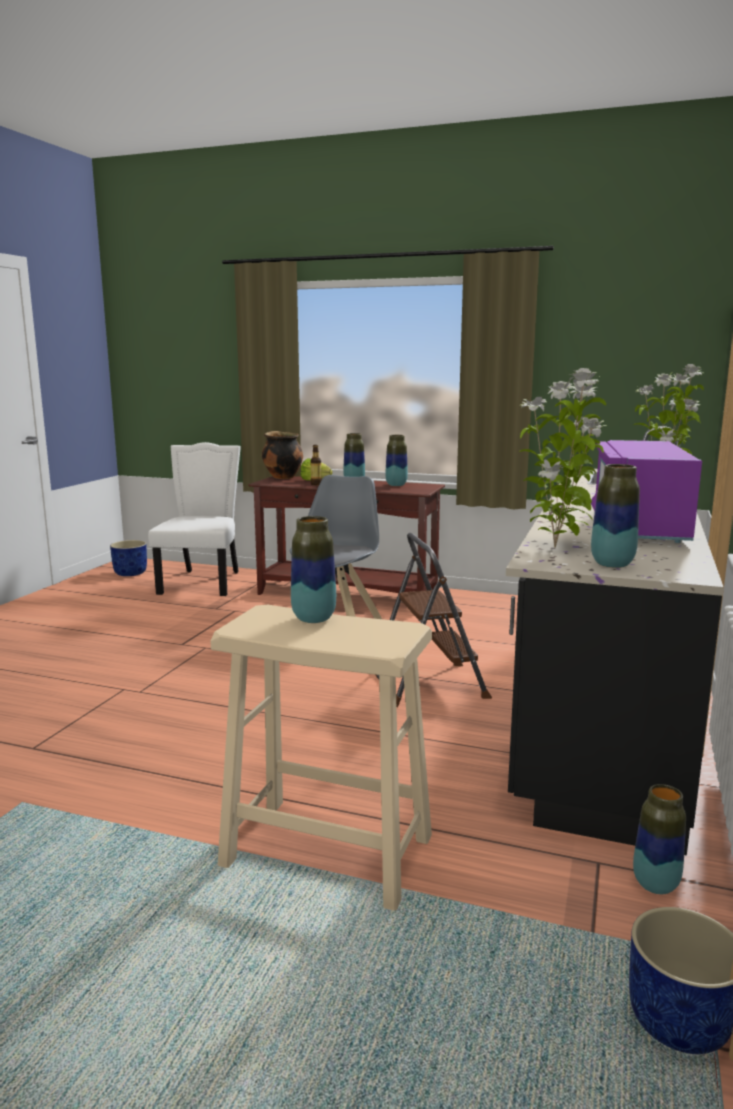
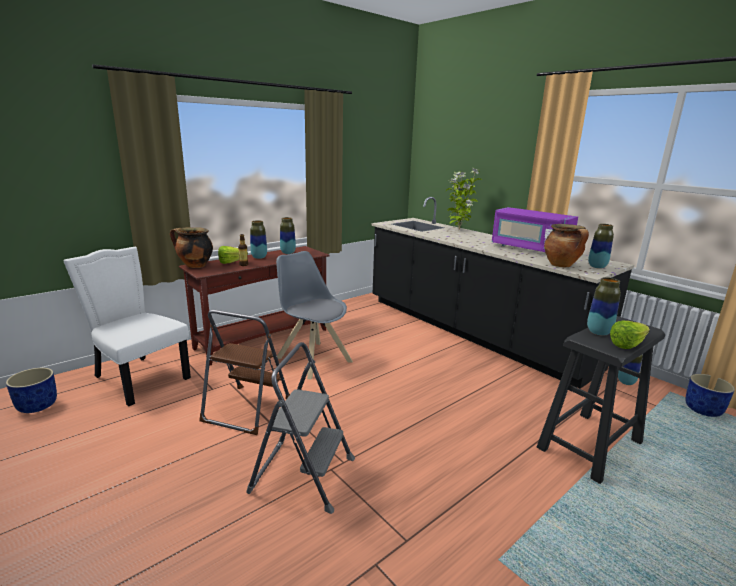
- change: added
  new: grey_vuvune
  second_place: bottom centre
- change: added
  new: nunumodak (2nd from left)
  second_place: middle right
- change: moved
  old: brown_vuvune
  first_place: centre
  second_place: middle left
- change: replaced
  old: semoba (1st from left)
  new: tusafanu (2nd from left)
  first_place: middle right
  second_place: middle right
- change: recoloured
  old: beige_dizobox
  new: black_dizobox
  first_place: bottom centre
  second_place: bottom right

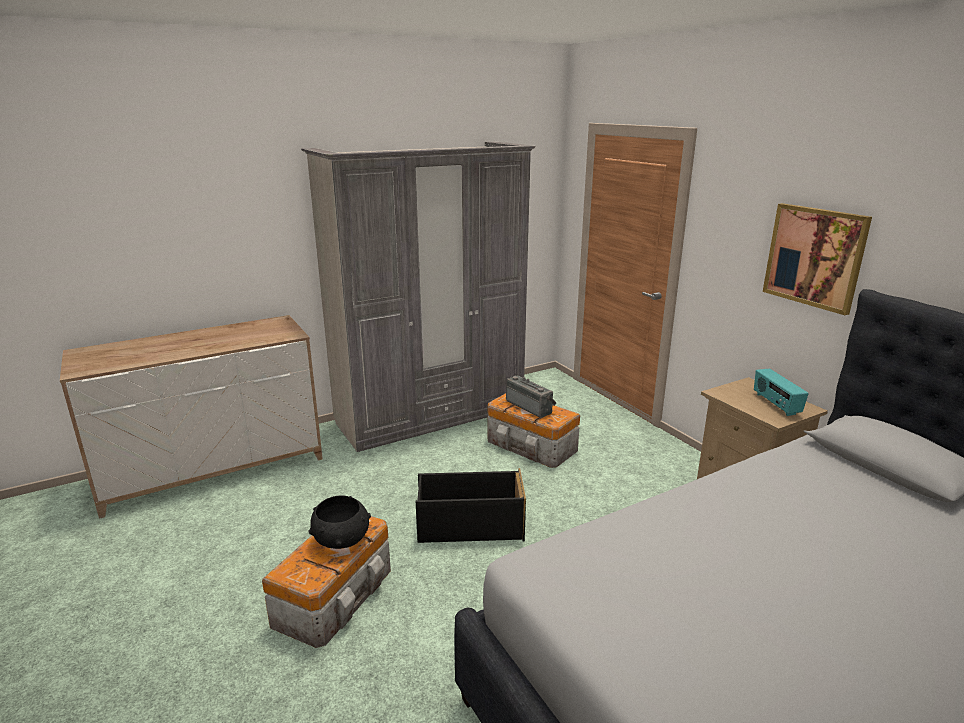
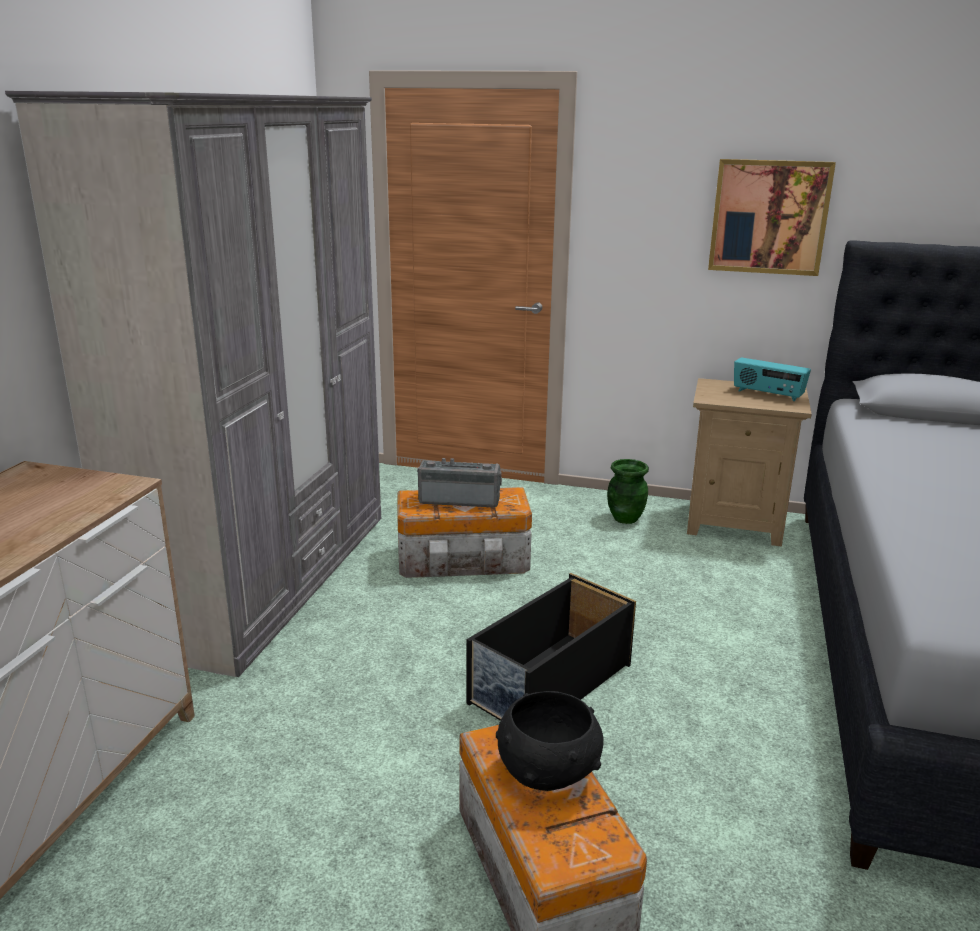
- change: added
  new: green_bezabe
  second_place: centre

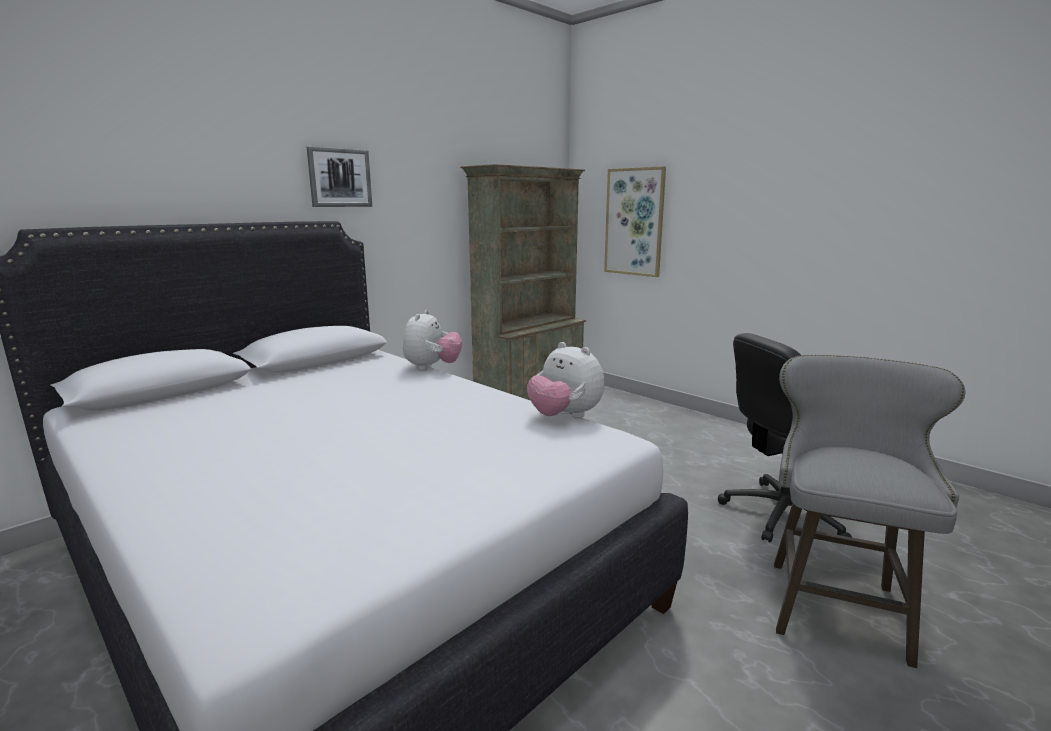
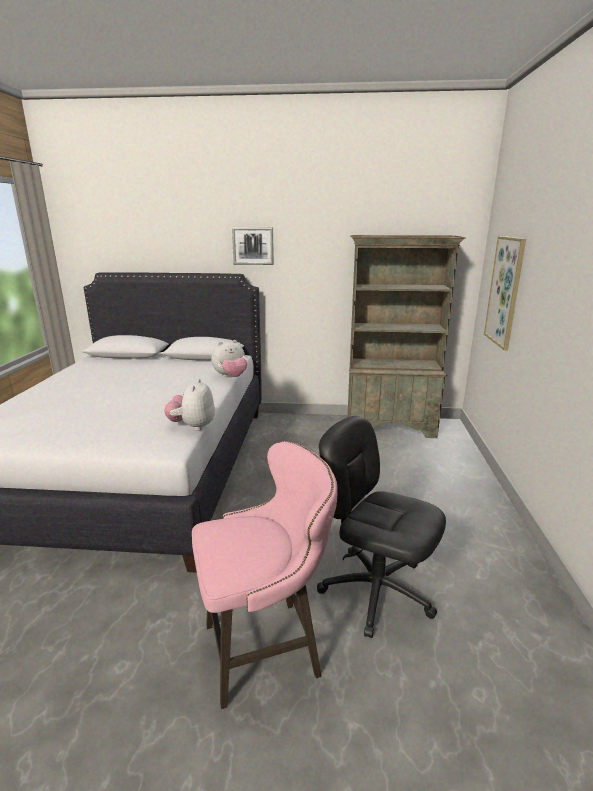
- change: recoloured
  old: grey_dizobox
  new: pink_dizobox
  first_place: bottom right
  second_place: bottom centre

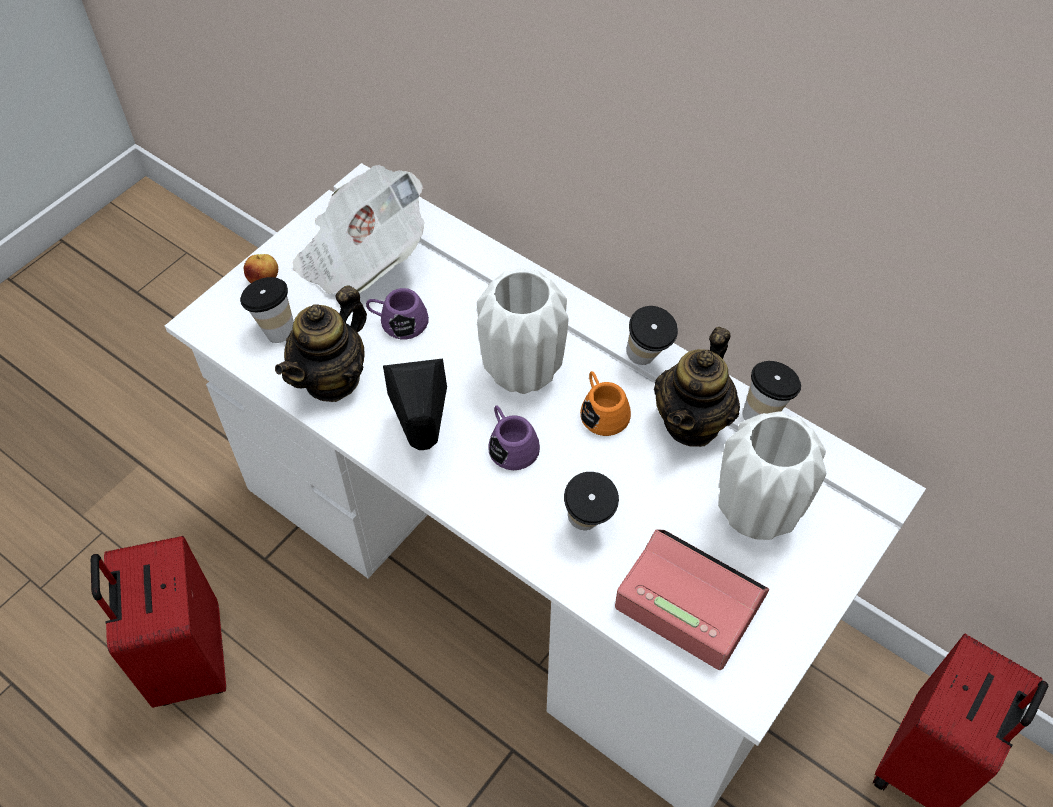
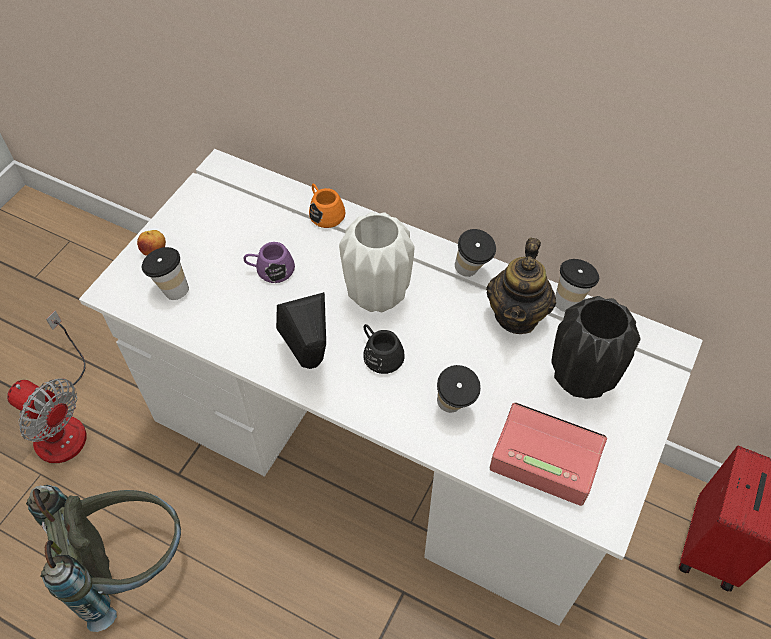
- change: removed
  old: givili (1st from left)
  first_place: middle left
- change: removed
  old: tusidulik
  first_place: top centre
- change: added
  new: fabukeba
  second_place: middle left
- change: moved
  old: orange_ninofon
  first_place: centre
  second_place: top centre
- change: replaced
  old: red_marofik (1st from left)
  new: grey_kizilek
  first_place: bottom left
  second_place: bottom left
- change: recoloured
  old: purple_ninofon (2nd from left)
  new: black_ninofon
  first_place: centre
  second_place: centre
- change: recoloured
  old: white_bezabe (2nd from left)
  new: black_bezabe
  first_place: middle right
  second_place: middle right

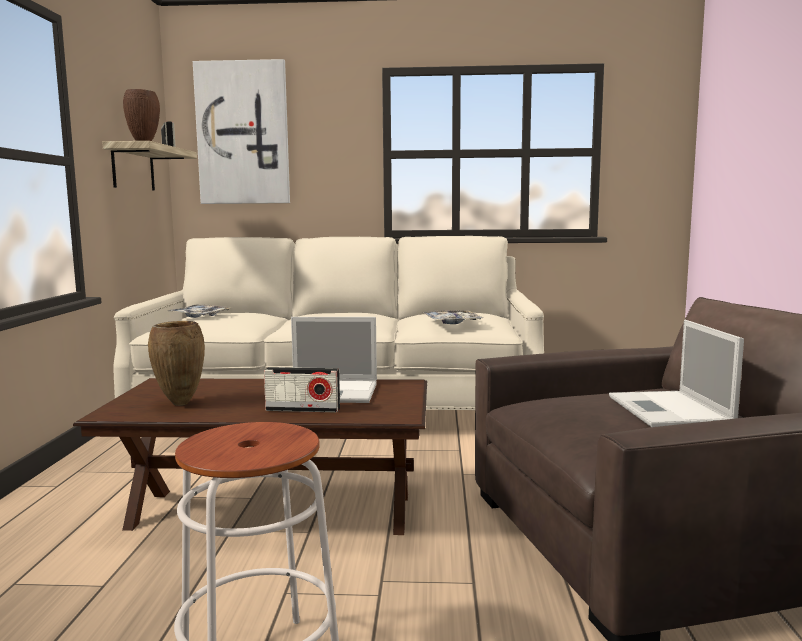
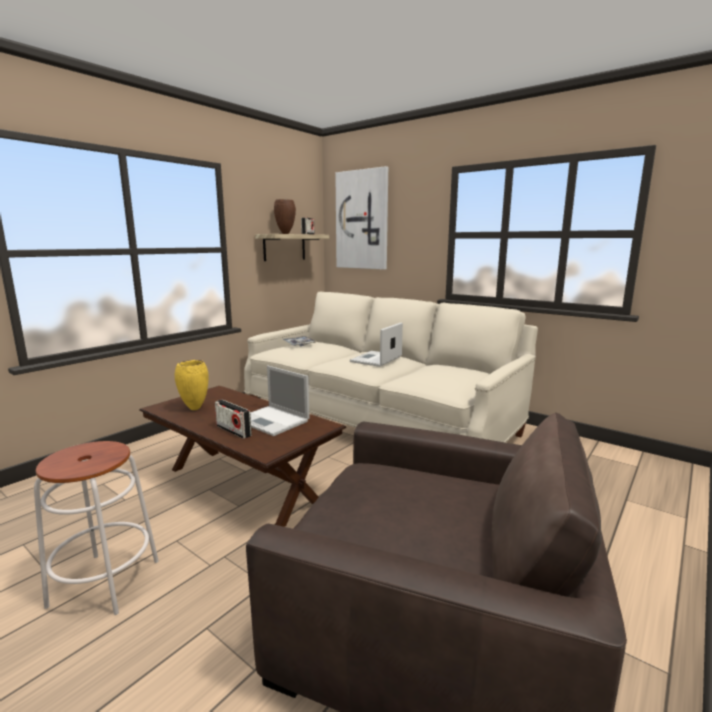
- change: removed
  old: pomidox (2nd from left)
  first_place: centre
- change: moved
  old: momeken (2nd from left)
  first_place: middle right
  second_place: centre
- change: recoloured
  old: brown_bezabe (2nd from left)
  new: yellow_bezabe
  first_place: middle left
  second_place: middle left

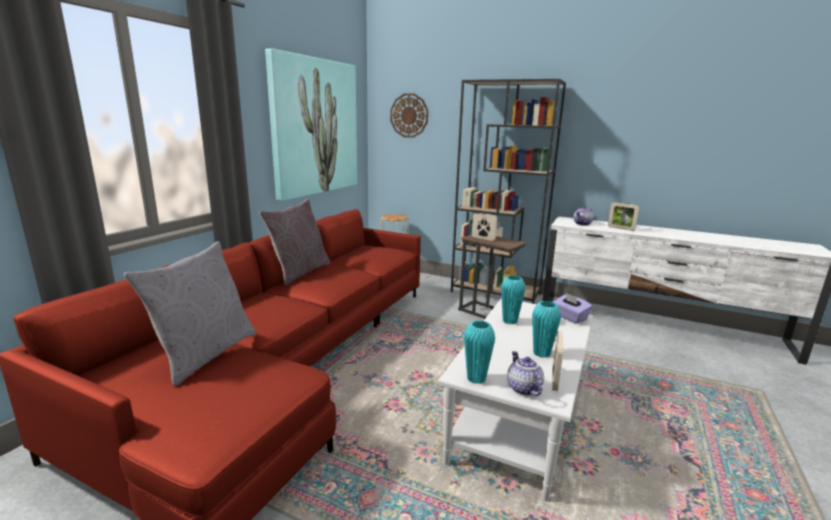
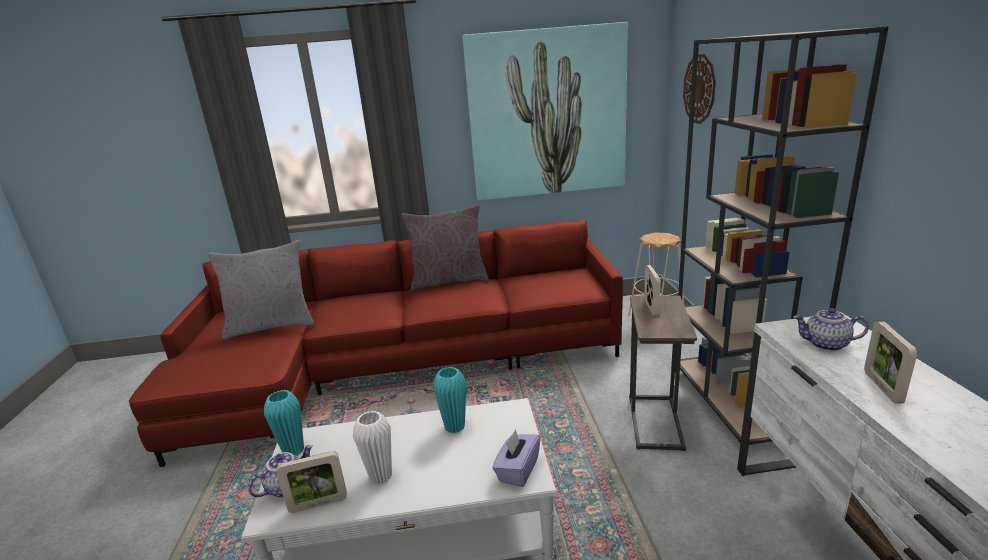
- change: recoloured
  old: turquoise_bezabe (3rd from left)
  new: white_bezabe
  first_place: centre
  second_place: bottom centre

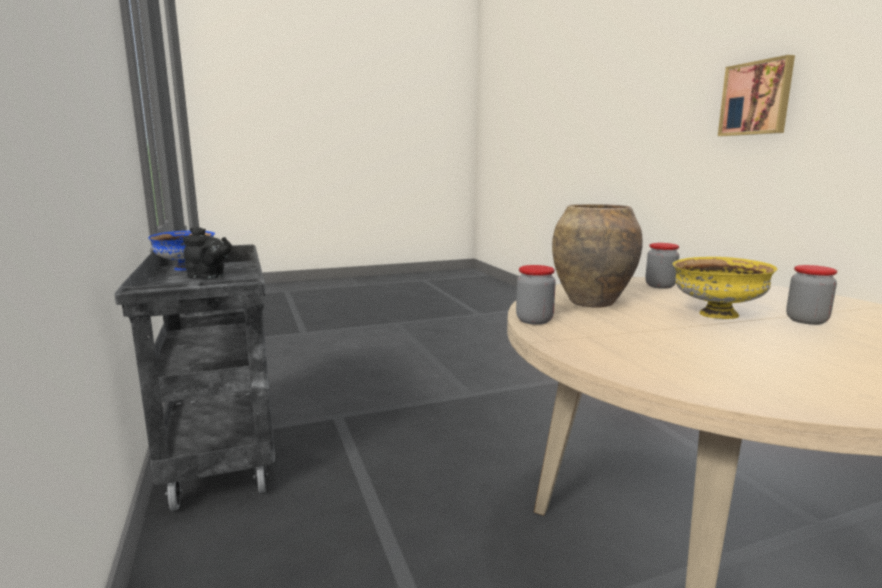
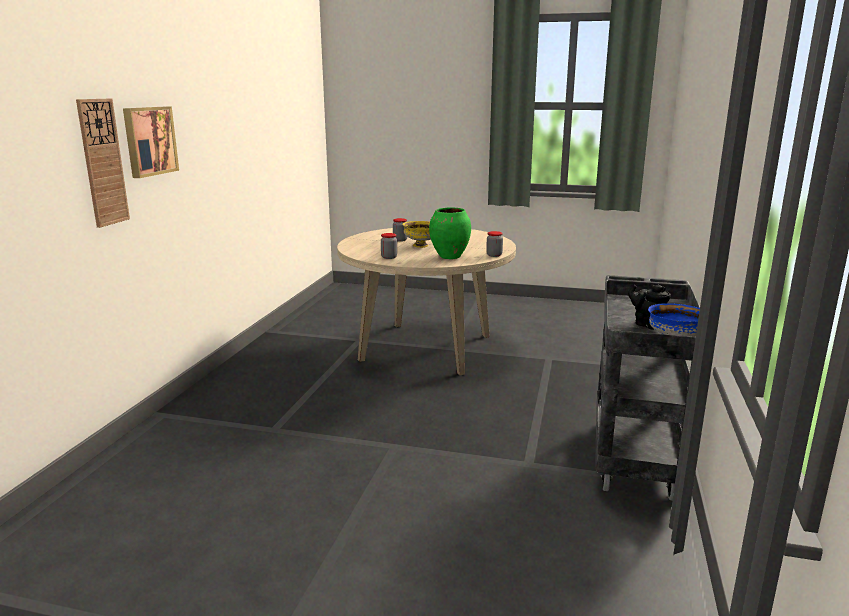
- change: added
  new: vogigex
  second_place: top left
- change: recoloured
  old: brown_bezabe
  new: green_bezabe
  first_place: middle right
  second_place: centre

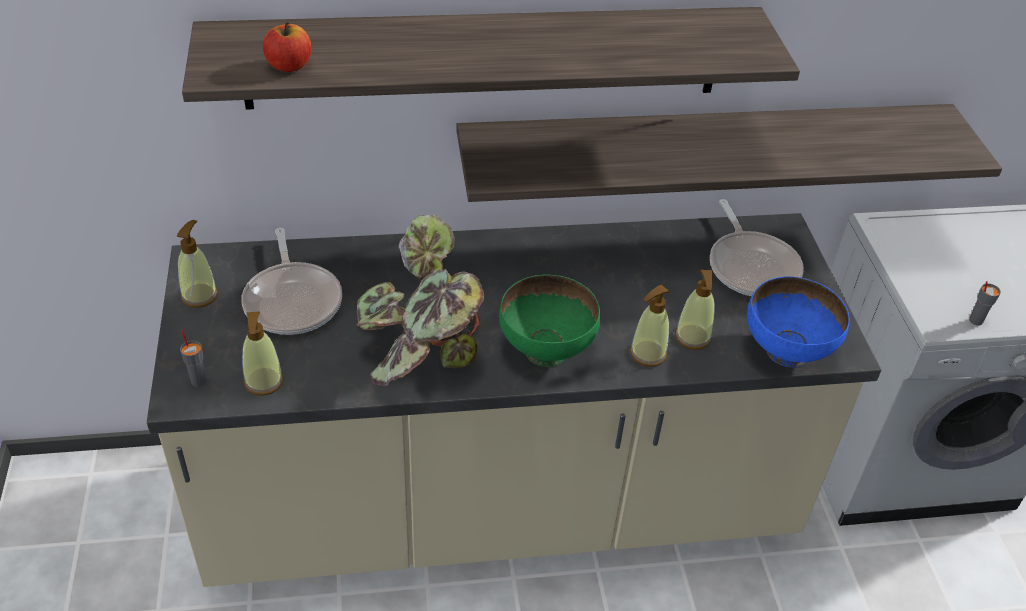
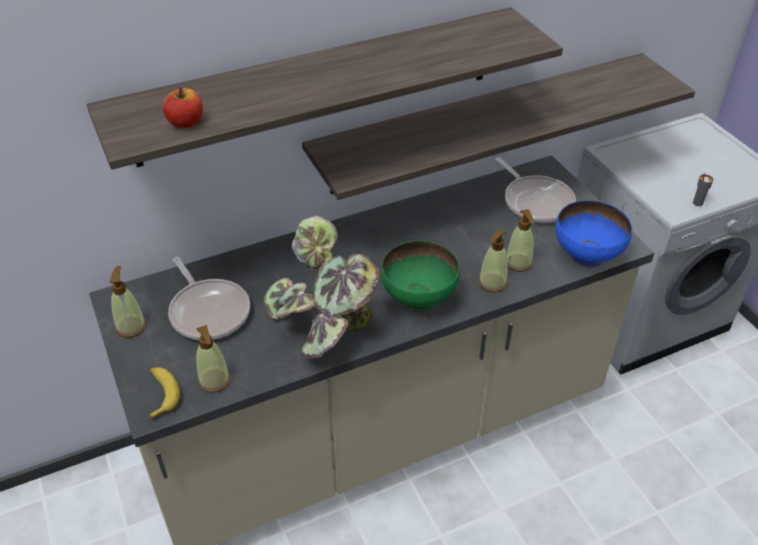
- change: replaced
  old: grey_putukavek (1st from left)
  new: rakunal
  first_place: middle left
  second_place: bottom left

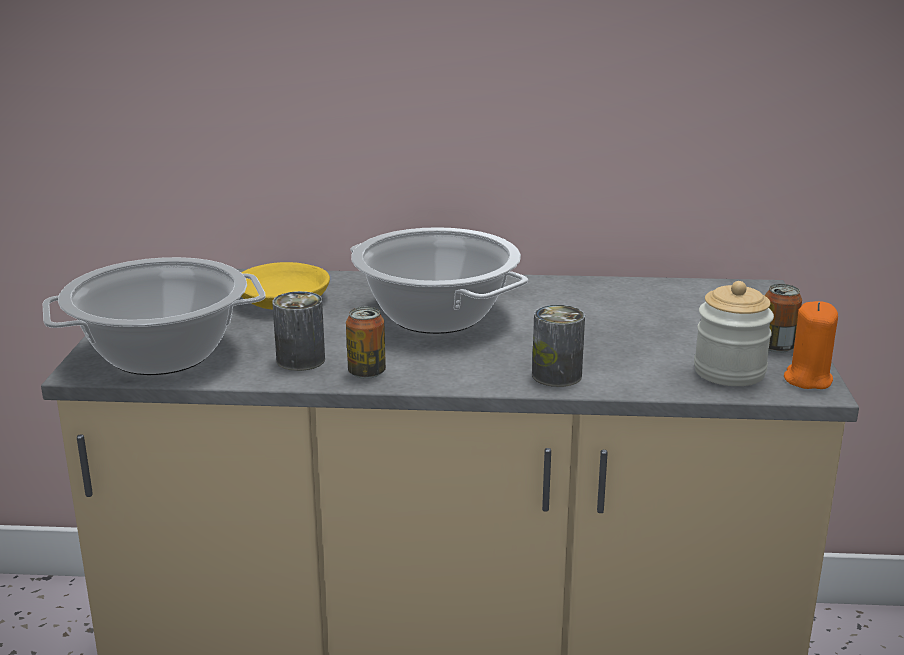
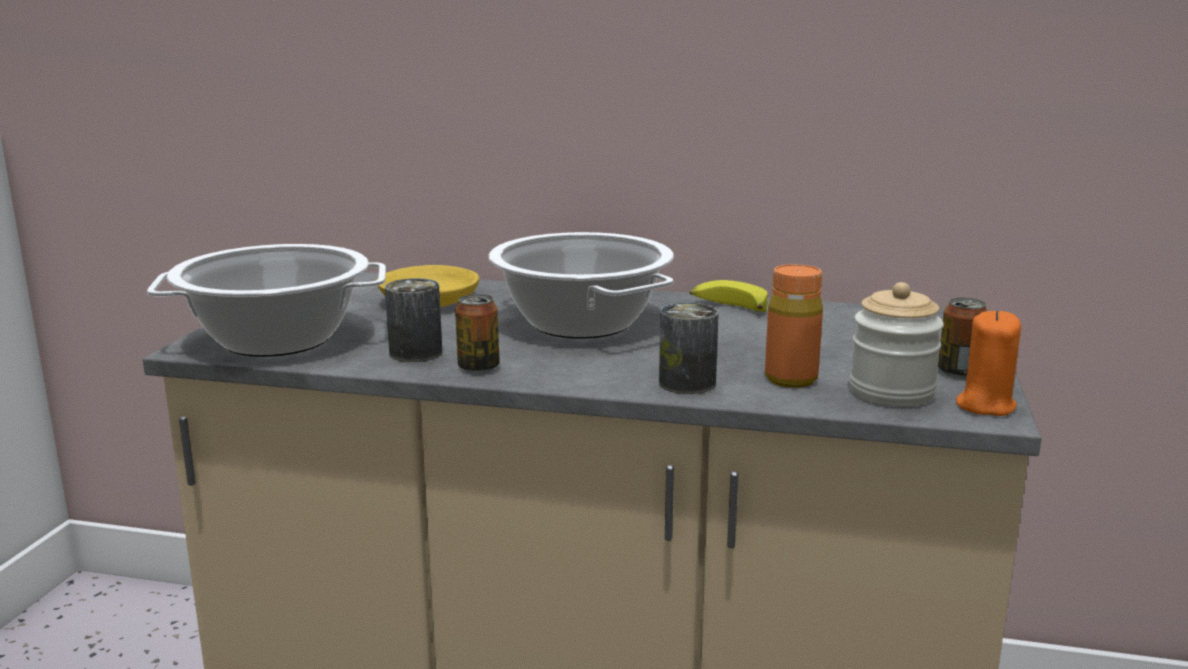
- change: added
  new: rakunal
  second_place: centre
- change: added
  new: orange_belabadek
  second_place: middle right

